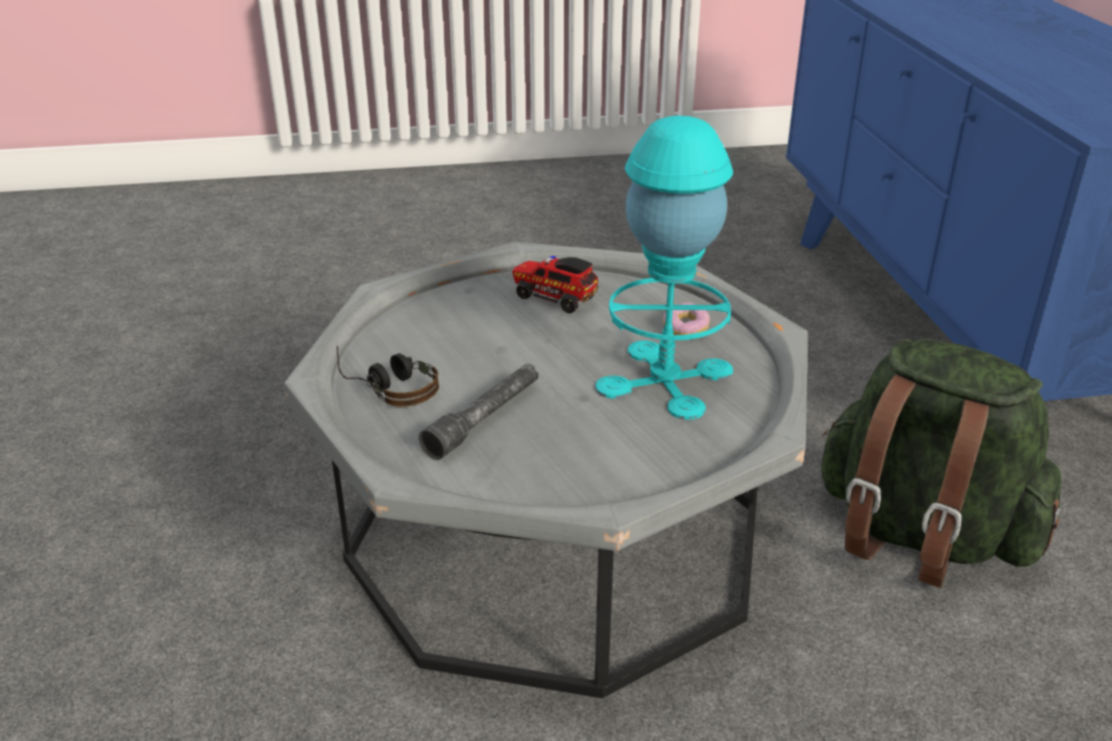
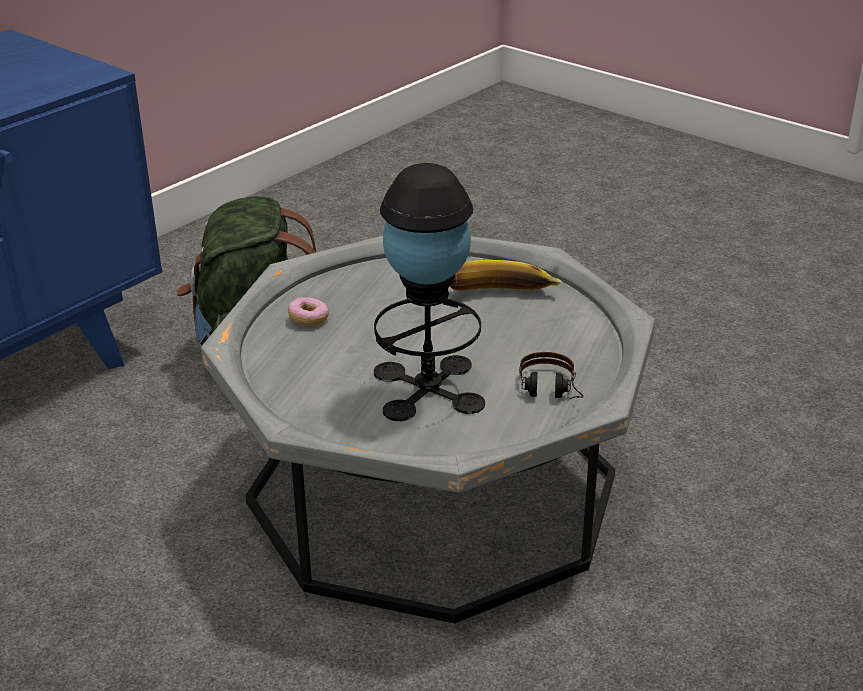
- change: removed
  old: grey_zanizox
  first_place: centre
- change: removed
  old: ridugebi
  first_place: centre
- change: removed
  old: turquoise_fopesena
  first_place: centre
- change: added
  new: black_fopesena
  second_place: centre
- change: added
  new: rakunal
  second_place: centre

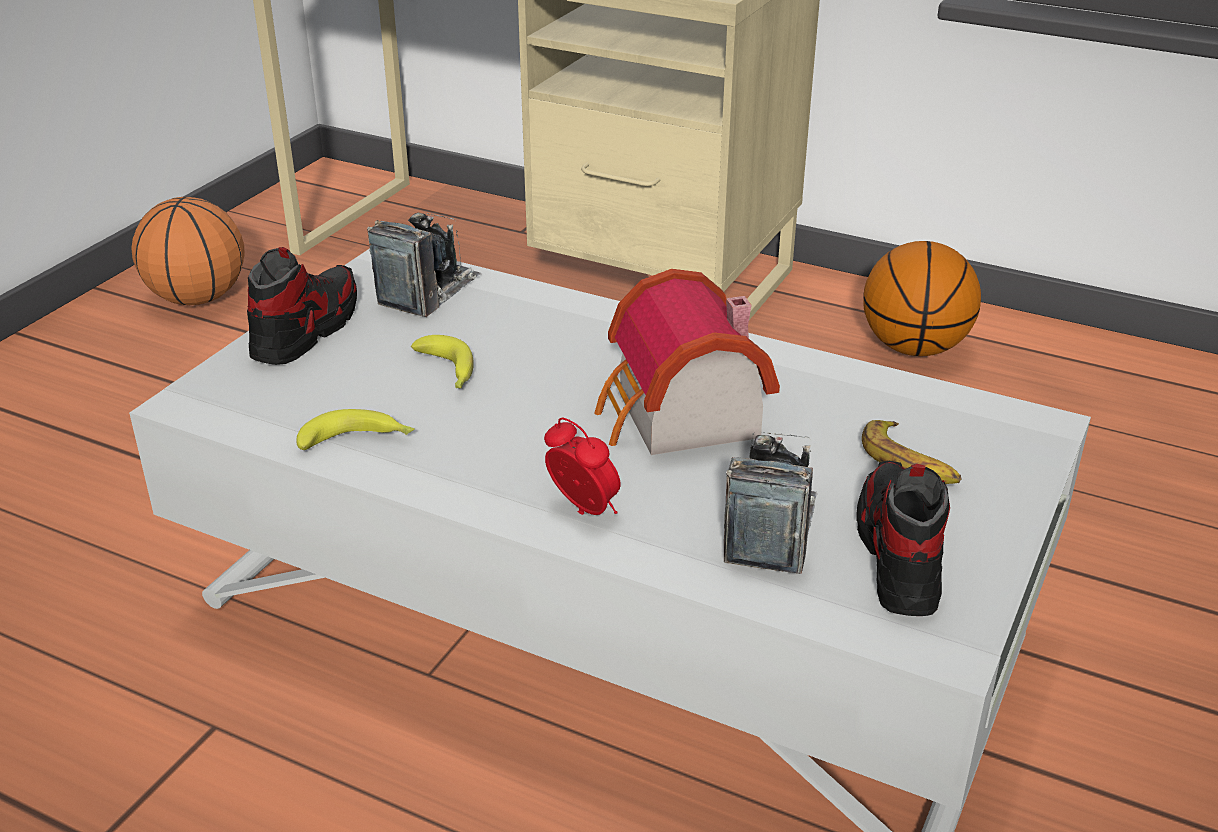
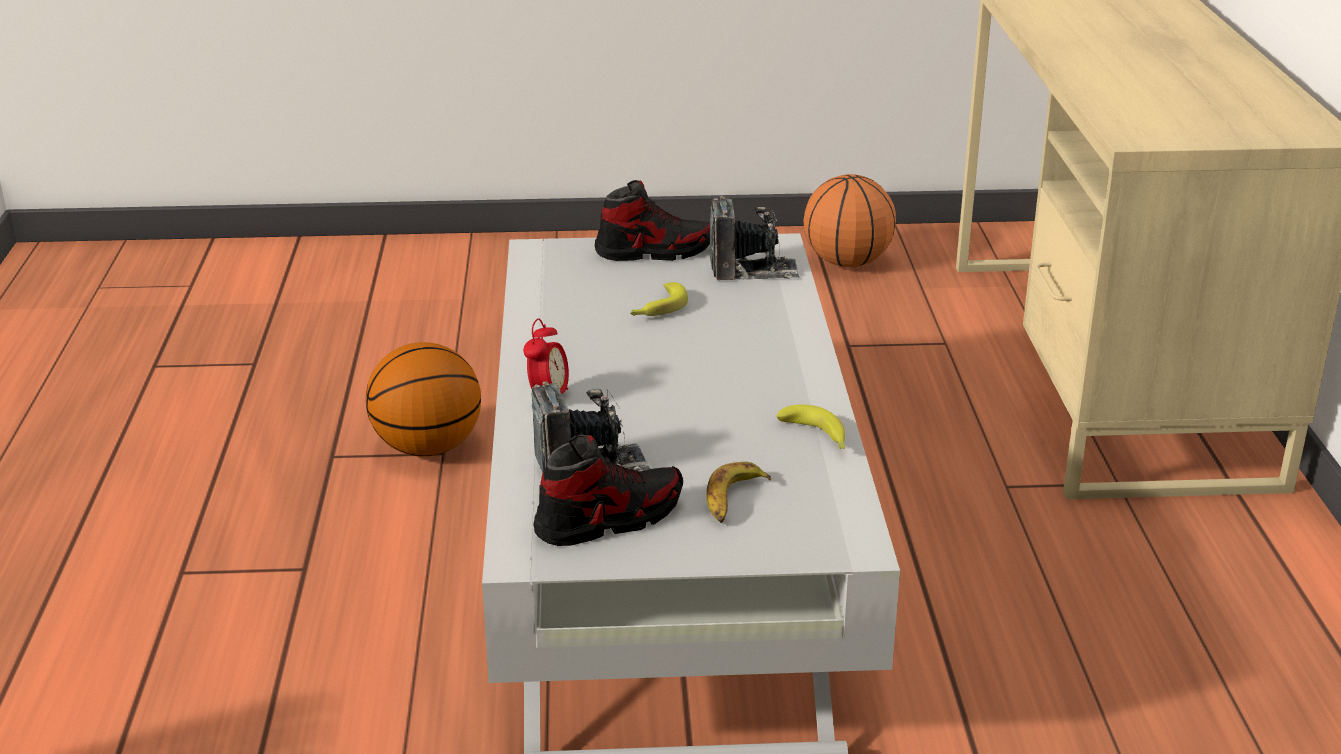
- change: removed
  old: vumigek
  first_place: centre
- change: moved
  old: rakunal (1st from left in the first image)
  new: rakunal (3rd from left)
  first_place: middle left
  second_place: centre
- change: moved
  old: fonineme (2nd from left in the first image)
  new: fonineme (1st from left)
  first_place: middle right
  second_place: middle left

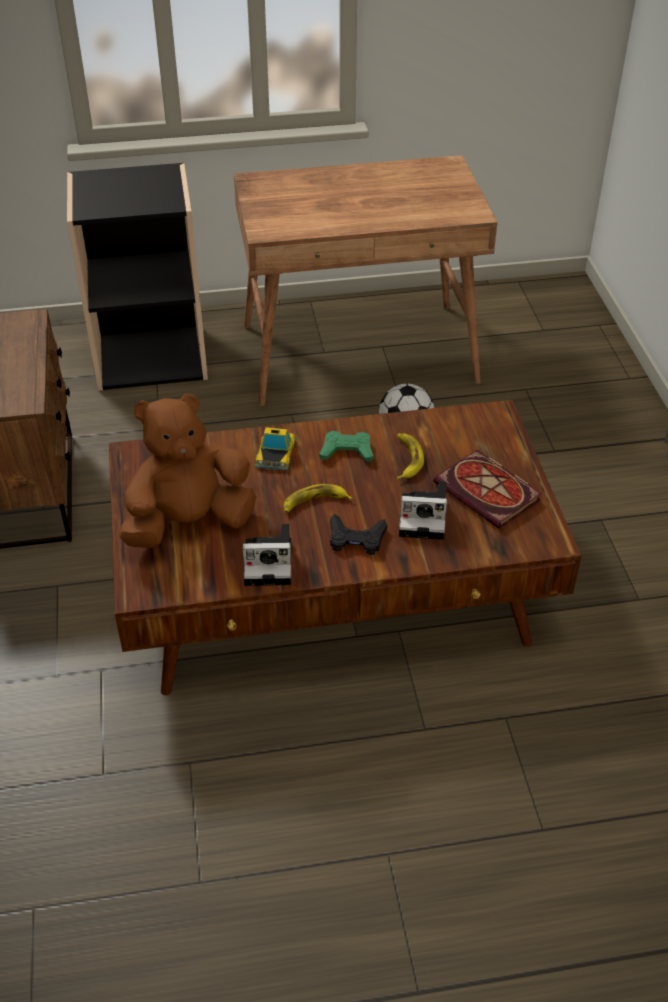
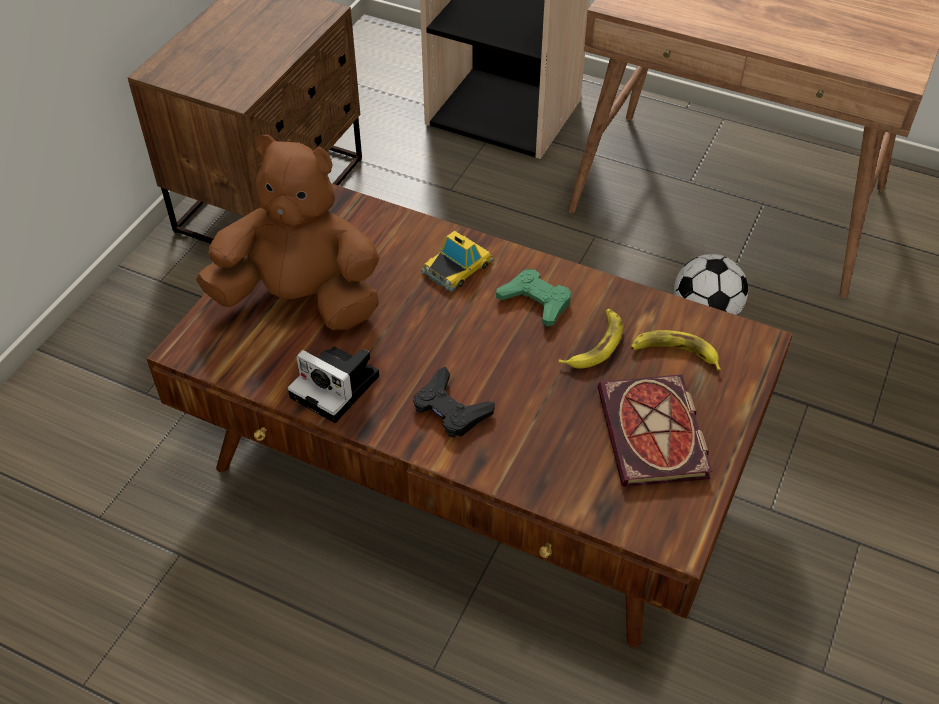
- change: removed
  old: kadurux (2nd from left)
  first_place: centre
- change: moved
  old: rakunal (1st from left in the first image)
  new: rakunal (2nd from left)
  first_place: centre
  second_place: middle right

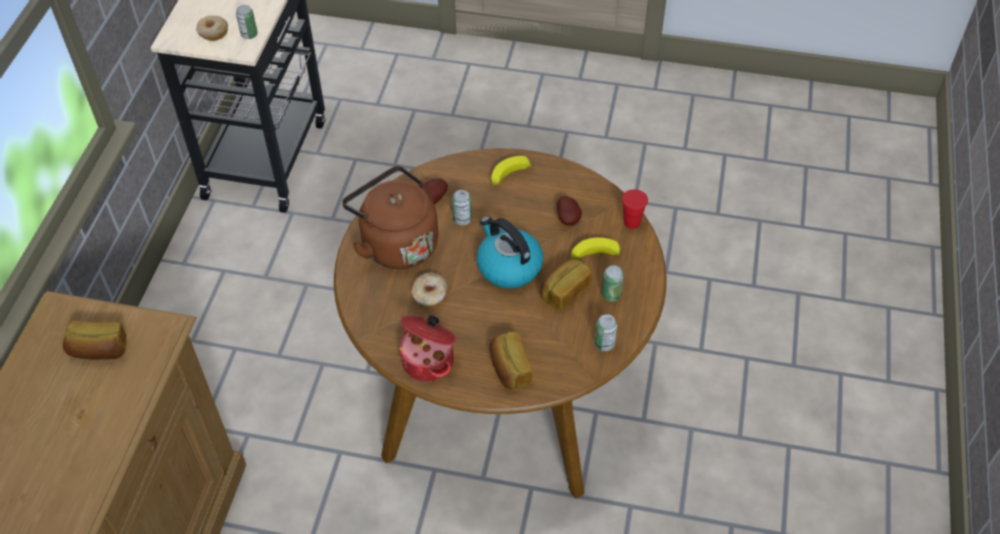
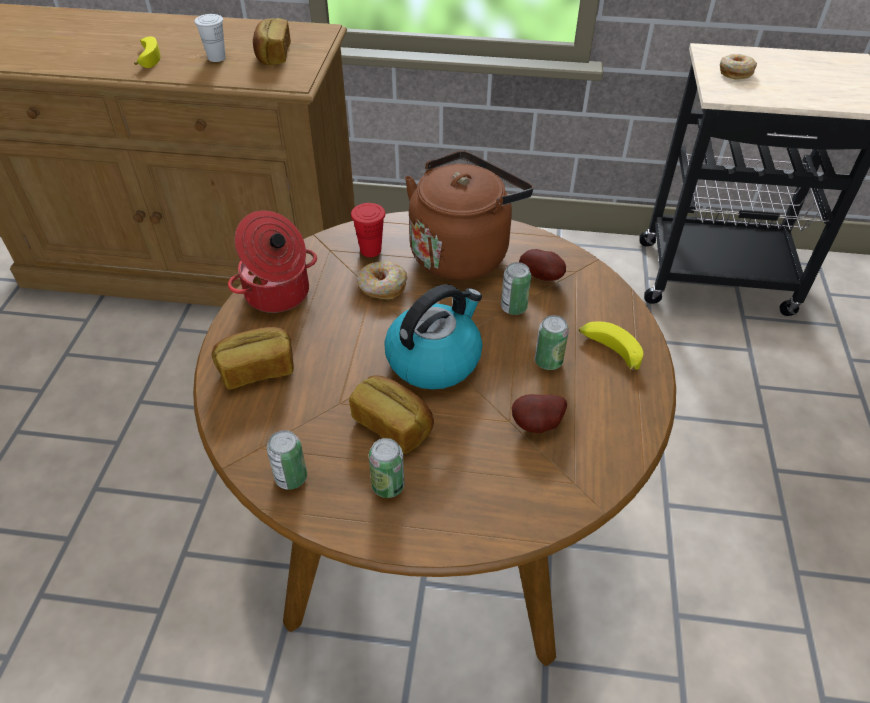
- change: added
  new: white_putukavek
  second_place: top left
- change: moved
  old: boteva (1st from left in the first image)
  new: boteva (4th from left)
  first_place: top left
  second_place: centre
- change: moved
  old: rakunal (2nd from left in the first image)
  new: rakunal (1st from left)
  first_place: centre
  second_place: top left
- change: moved
  old: red_putukavek
  first_place: centre
  second_place: top centre

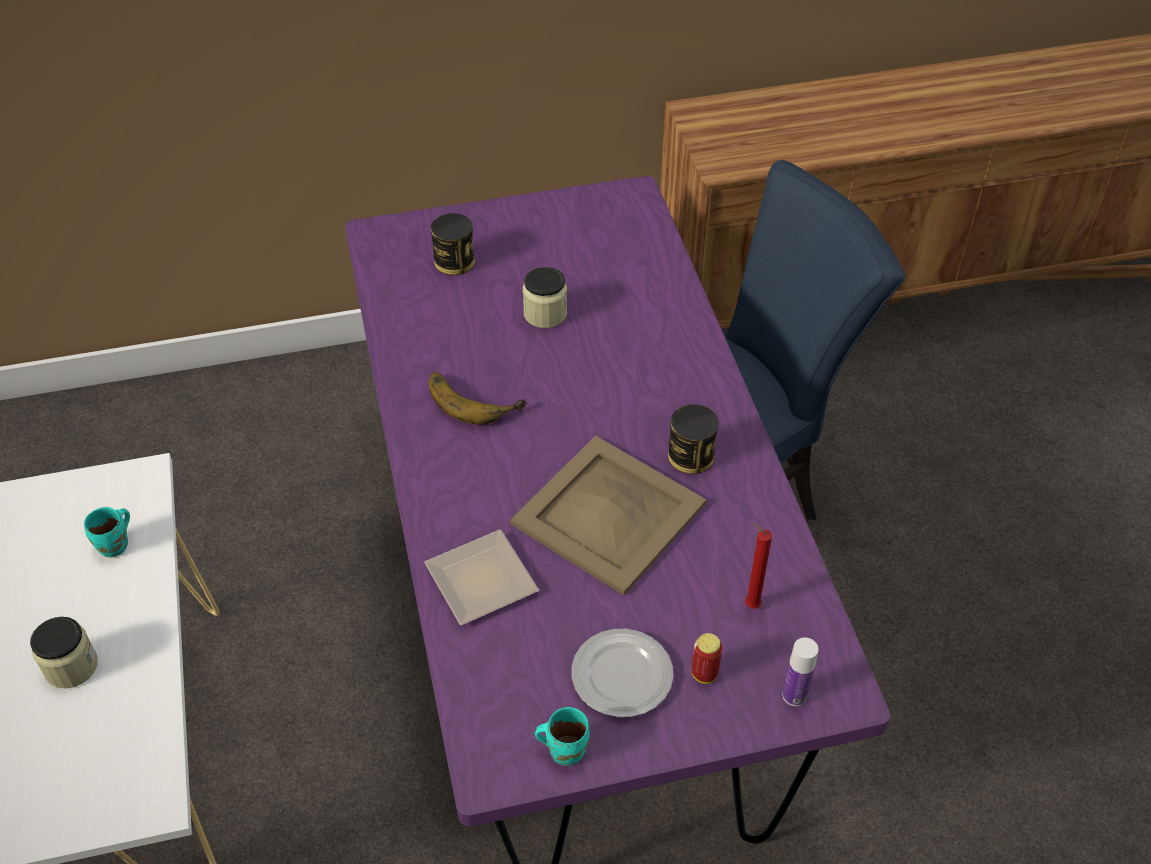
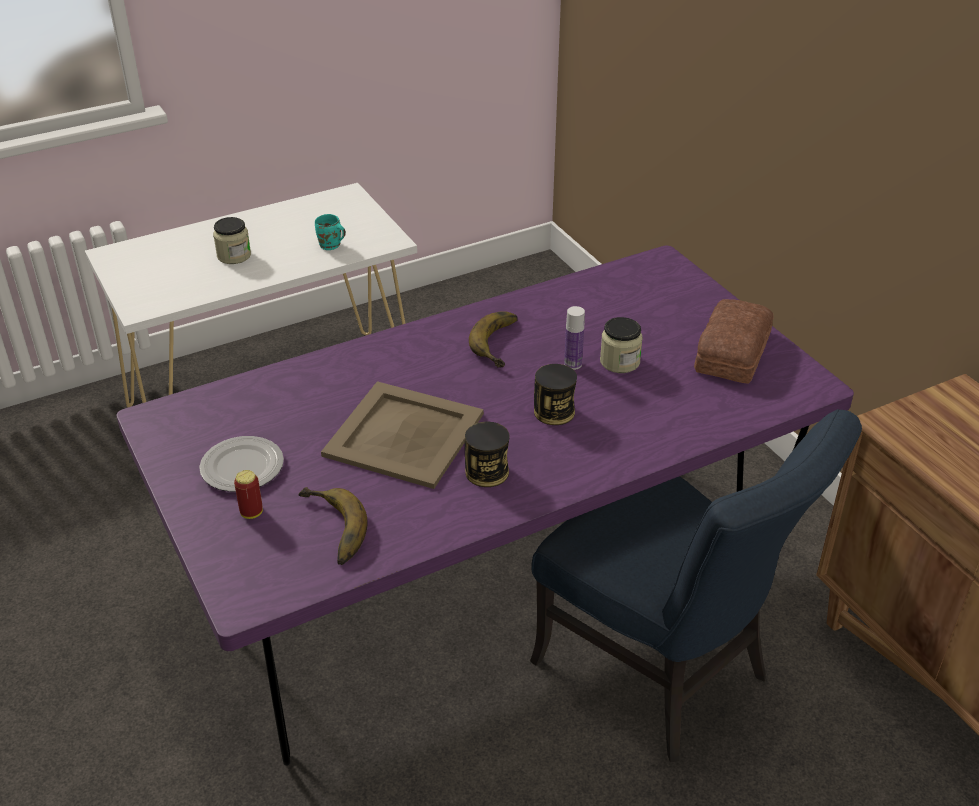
- change: removed
  old: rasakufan (1st from left)
  first_place: bottom centre
- change: removed
  old: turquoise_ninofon (2nd from left)
  first_place: bottom centre
- change: added
  new: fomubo
  second_place: middle right
- change: moved
  old: boteva (1st from left in the first image)
  new: boteva (3rd from left)
  first_place: top centre
  second_place: centre
- change: moved
  old: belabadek
  first_place: bottom right
  second_place: centre
- change: replaced
  old: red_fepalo
  new: rakunal (1st from left)
  first_place: centre
  second_place: centre

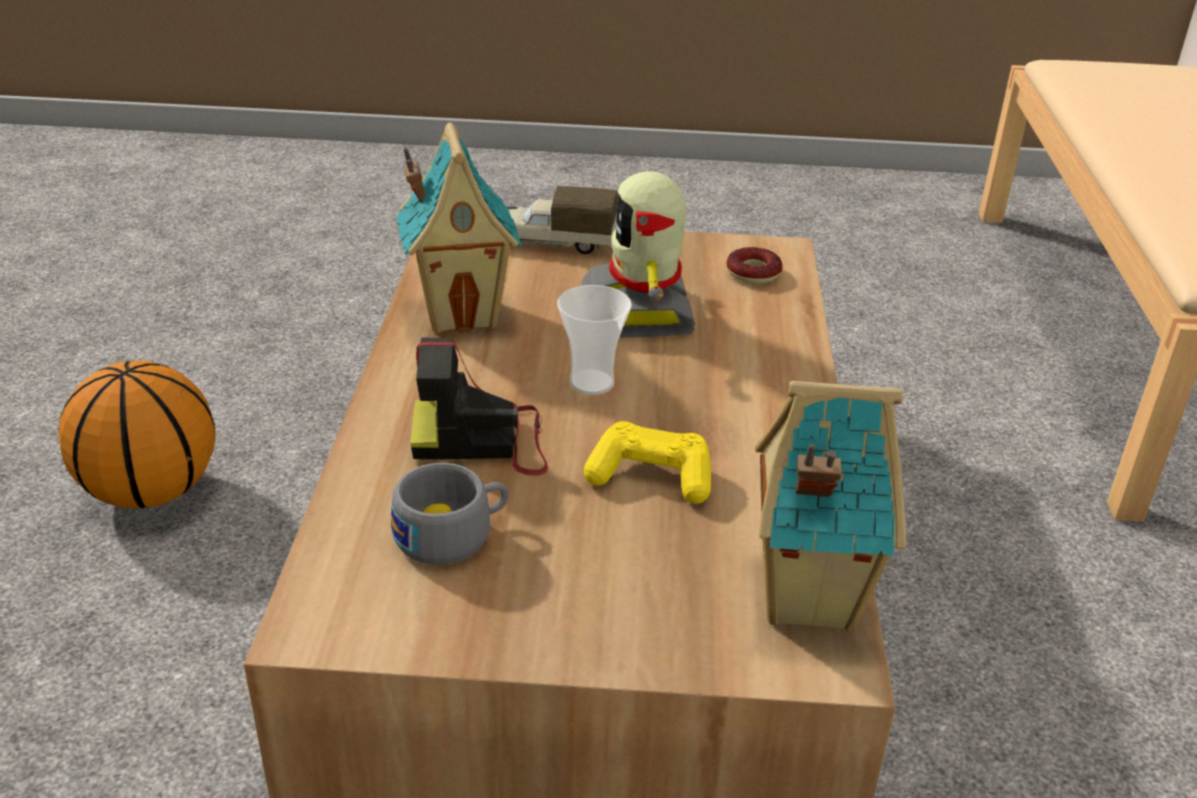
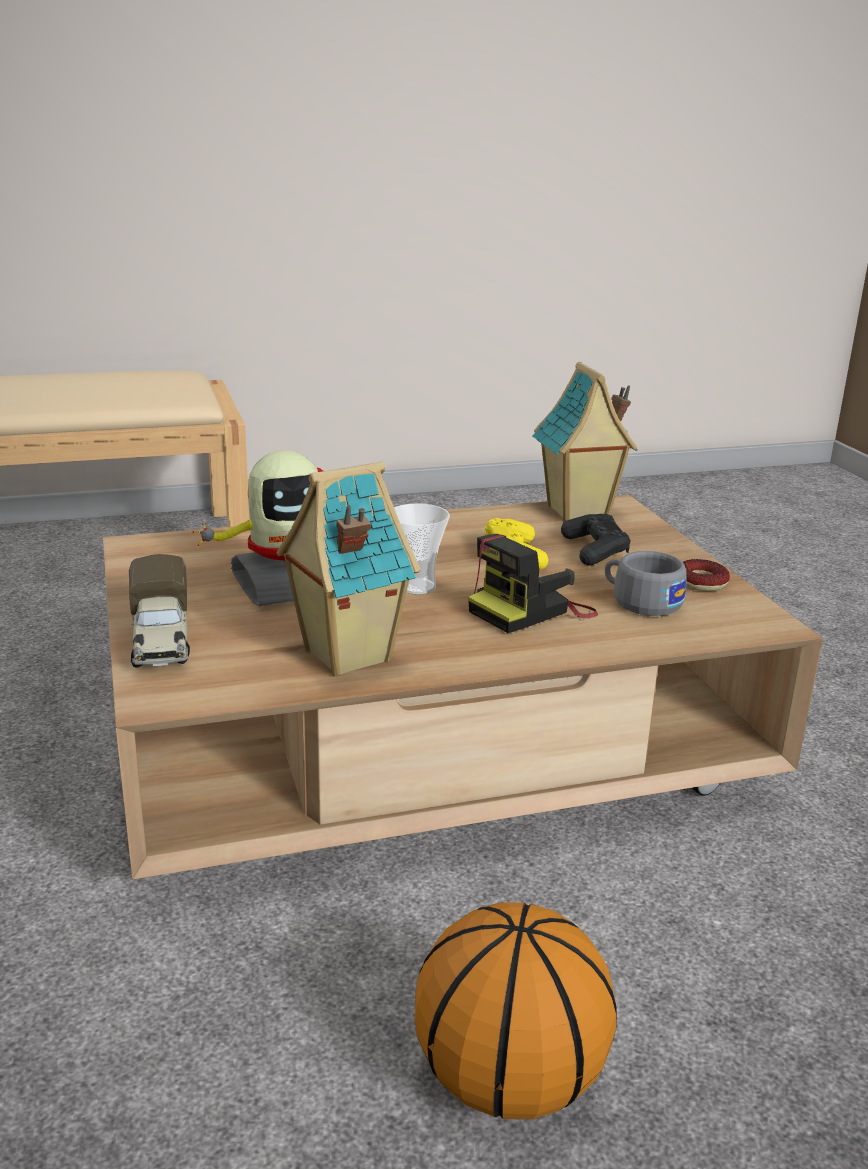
- change: added
  new: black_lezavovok
  second_place: middle right
- change: moved
  old: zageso
  first_place: top centre
  second_place: middle right
- change: turned
  old: kadurux
  first_place: centre
  second_place: centre
  degrees: 75

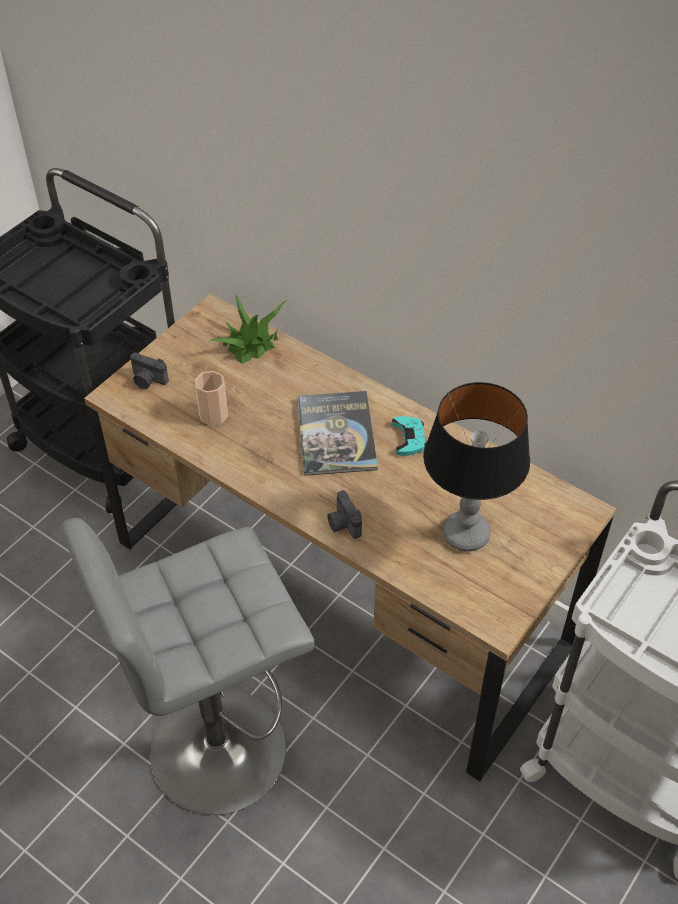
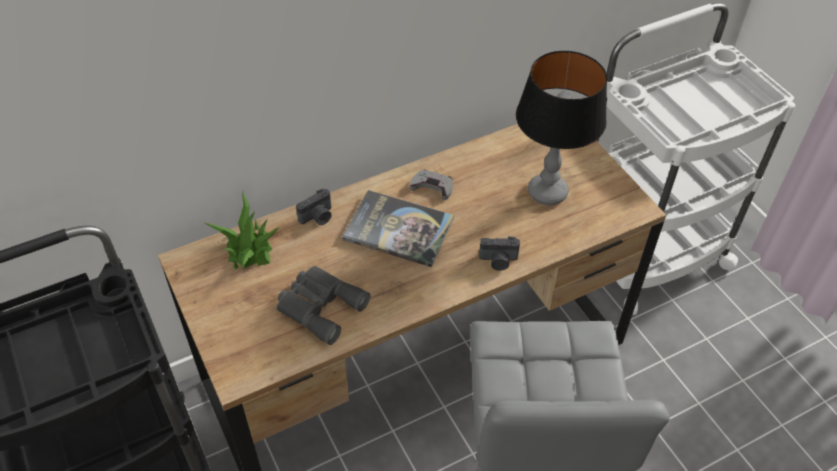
- change: moved
  old: kadurux (1st from left)
  first_place: middle left
  second_place: centre
- change: replaced
  old: putukavek
  new: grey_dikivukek
  first_place: middle left
  second_place: centre
- change: recoloured
  old: turquoise_lezavovok
  new: grey_lezavovok
  first_place: centre
  second_place: centre

